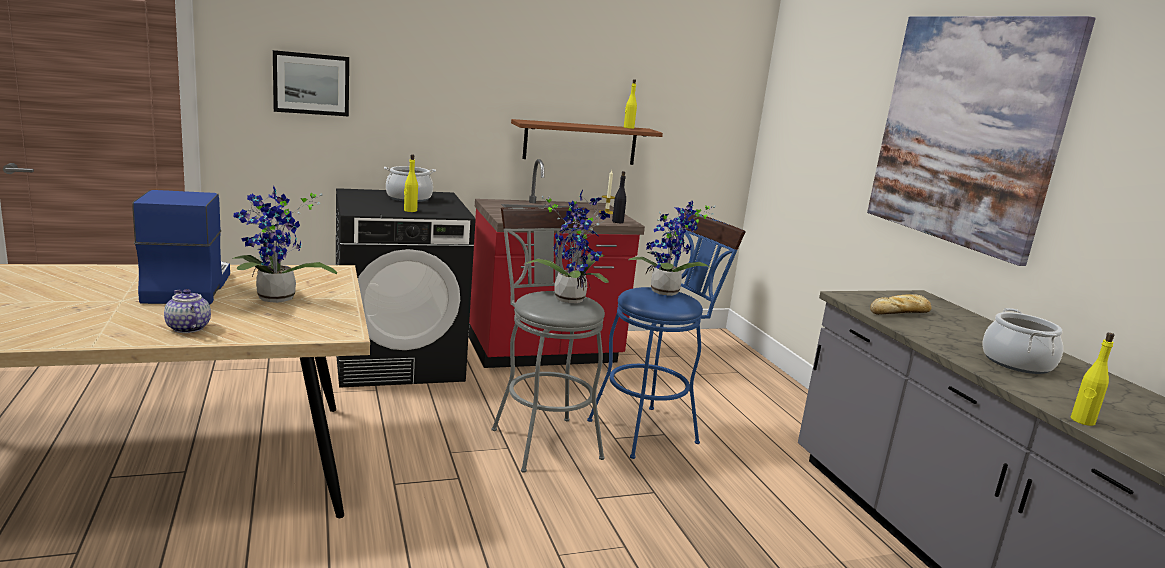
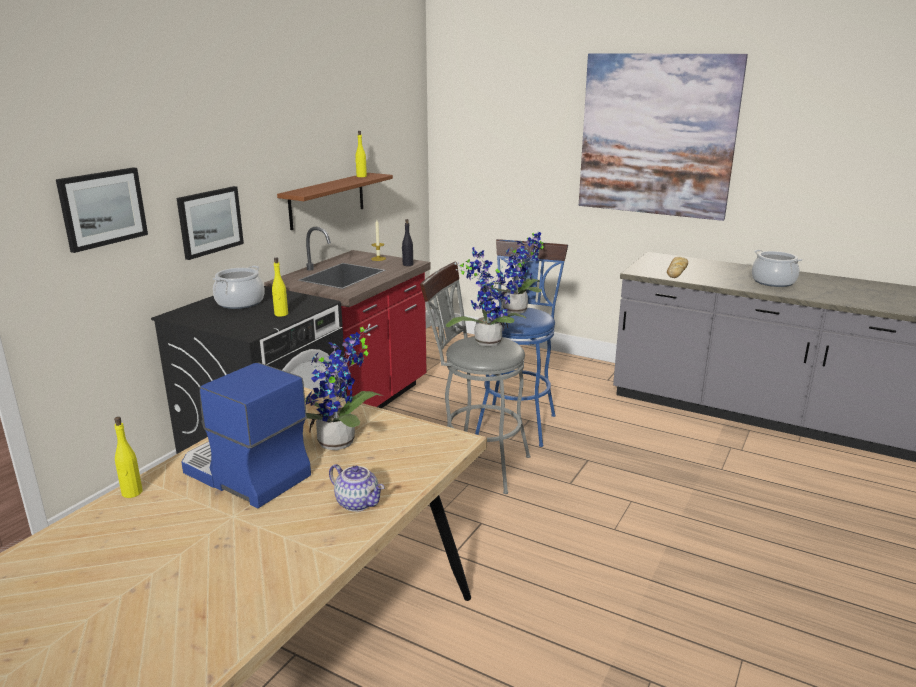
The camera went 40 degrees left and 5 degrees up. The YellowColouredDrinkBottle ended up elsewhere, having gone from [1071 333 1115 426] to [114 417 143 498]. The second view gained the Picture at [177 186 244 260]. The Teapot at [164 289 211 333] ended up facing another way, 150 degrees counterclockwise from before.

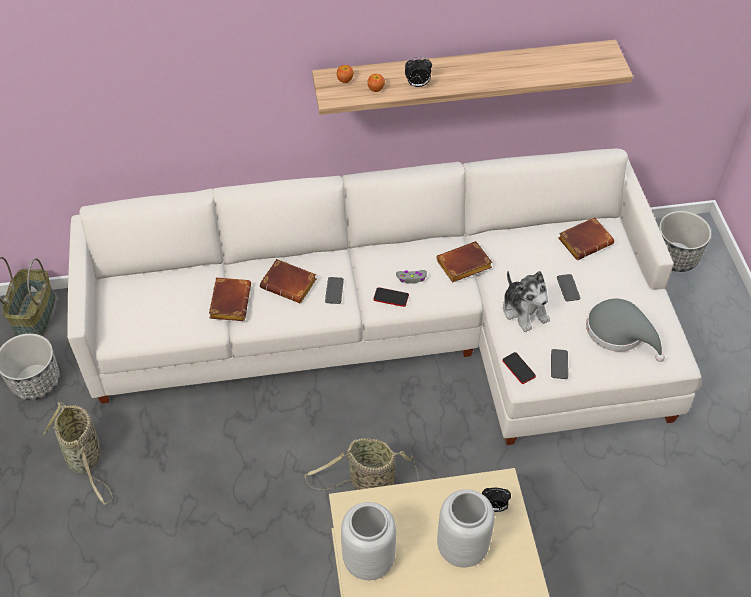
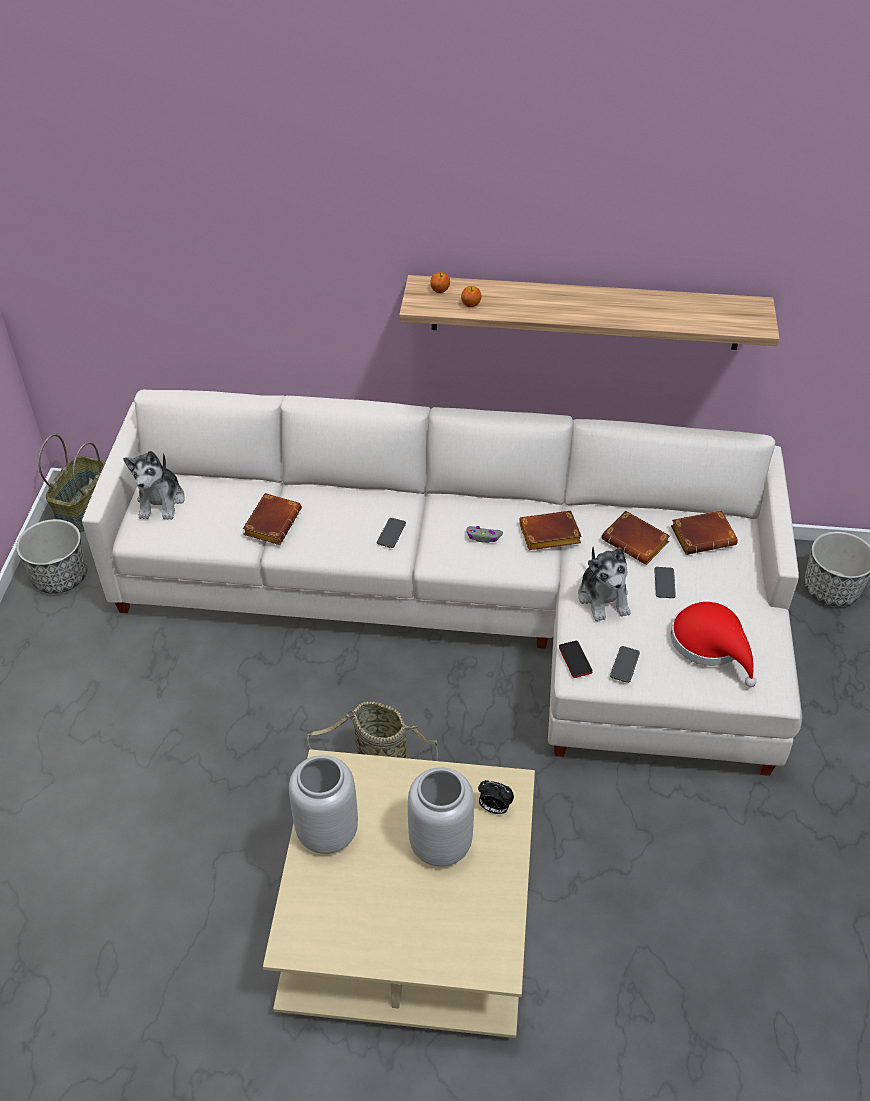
The camera went 15 degrees right and 5 degrees down. The second view gained the CuddlyToy at [123 451 185 520]. The BrownColouredVolume ended up elsewhere, having gone from [260 259 316 303] to [601 511 670 565]. What was the GrayWearableHat at [586 299 665 362] turned into the RedColouredWearableHat at [671 602 757 687]. The second view lost the StorageBasket at [43 402 113 505]. The second view lost the Phone at [373 287 409 307]. The second view lost the TableClock at [405 57 432 87].

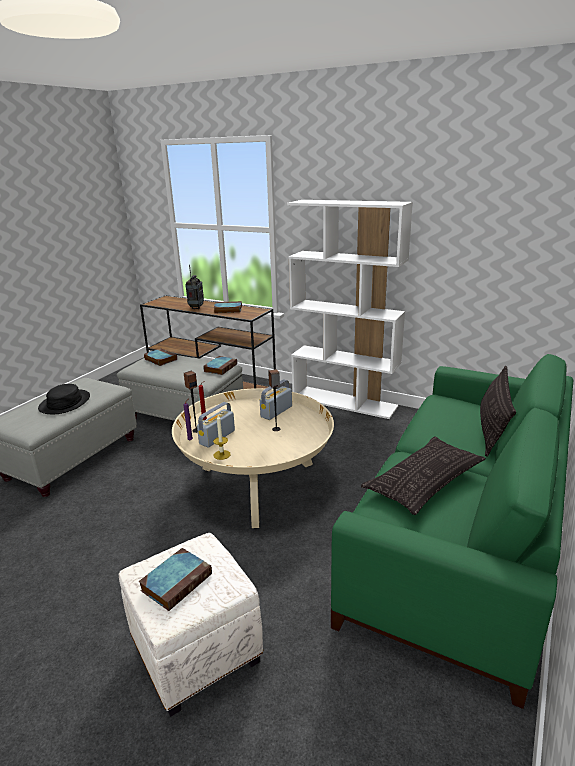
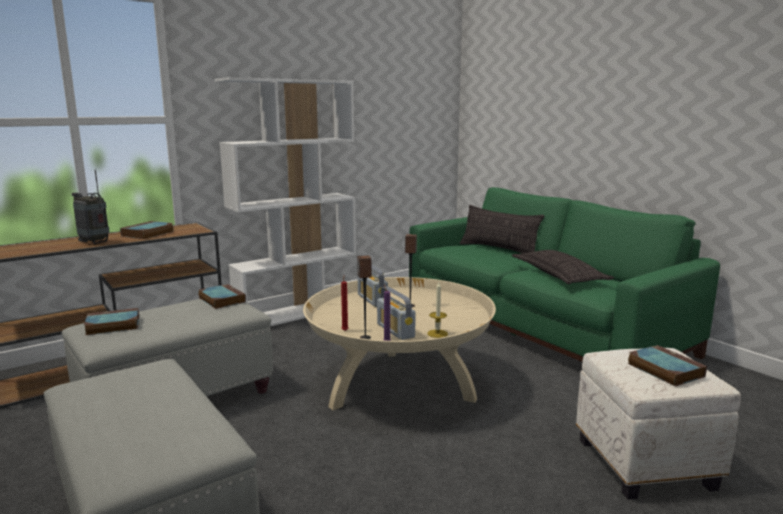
The camera went 65 degrees left and 10 degrees down. The second view lost the BlackishWearableHat at [38 384 90 414].

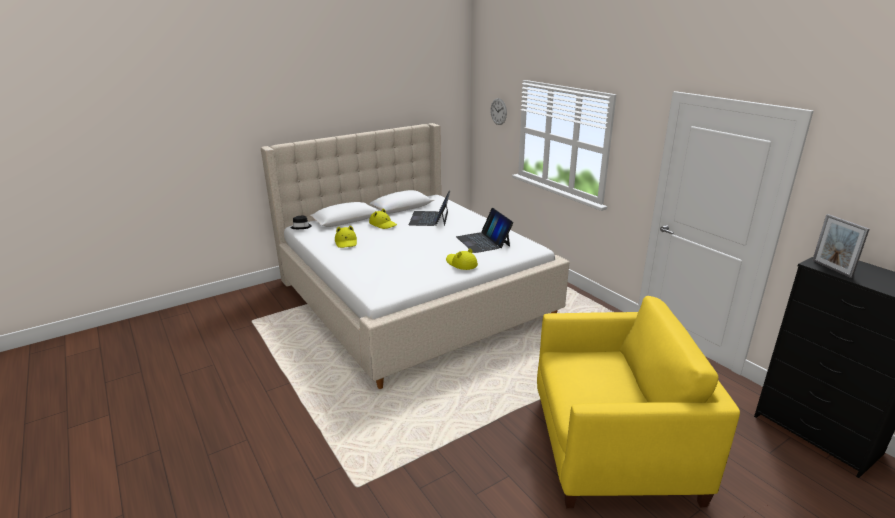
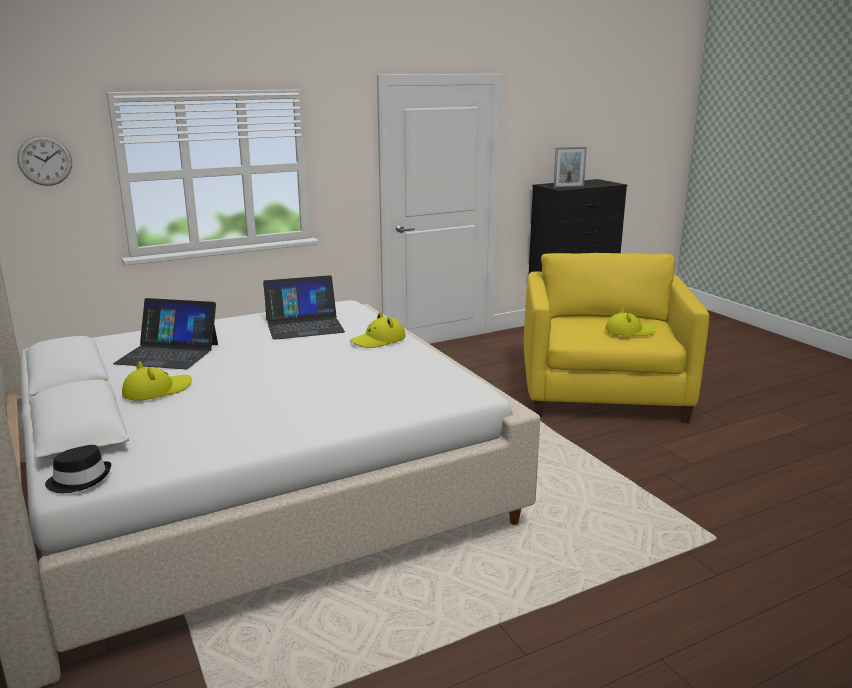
The camera went 85 degrees left and 5 degrees down. The YellowColouredWearableHat ended up elsewhere, having gone from [335 226 357 248] to [605 308 656 336].

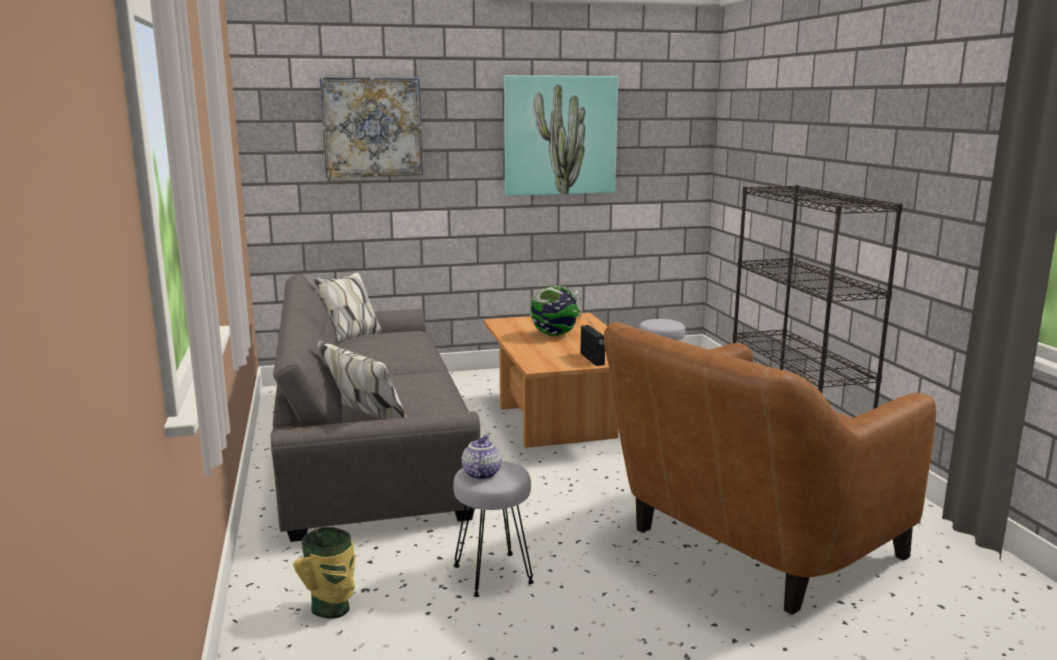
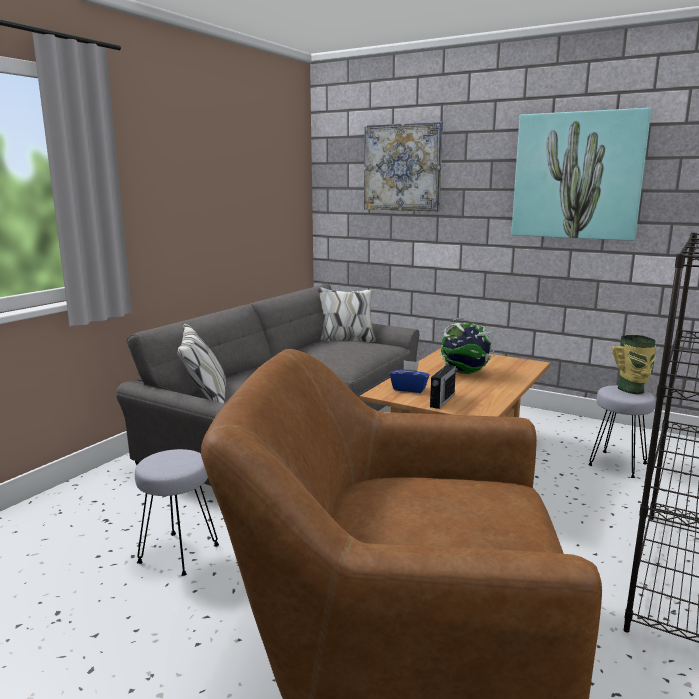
The camera went 45 degrees right and 0 degrees up. The second view gained the BlueBoxOfTissues at [390 360 430 393]. The DecorativeVase ended up elsewhere, having gone from [293 527 356 619] to [612 335 656 394]. The second view lost the Teapot at [461 435 501 480].

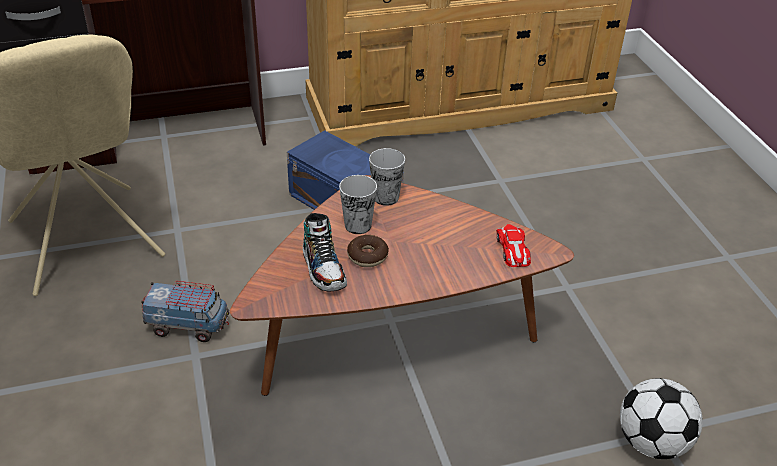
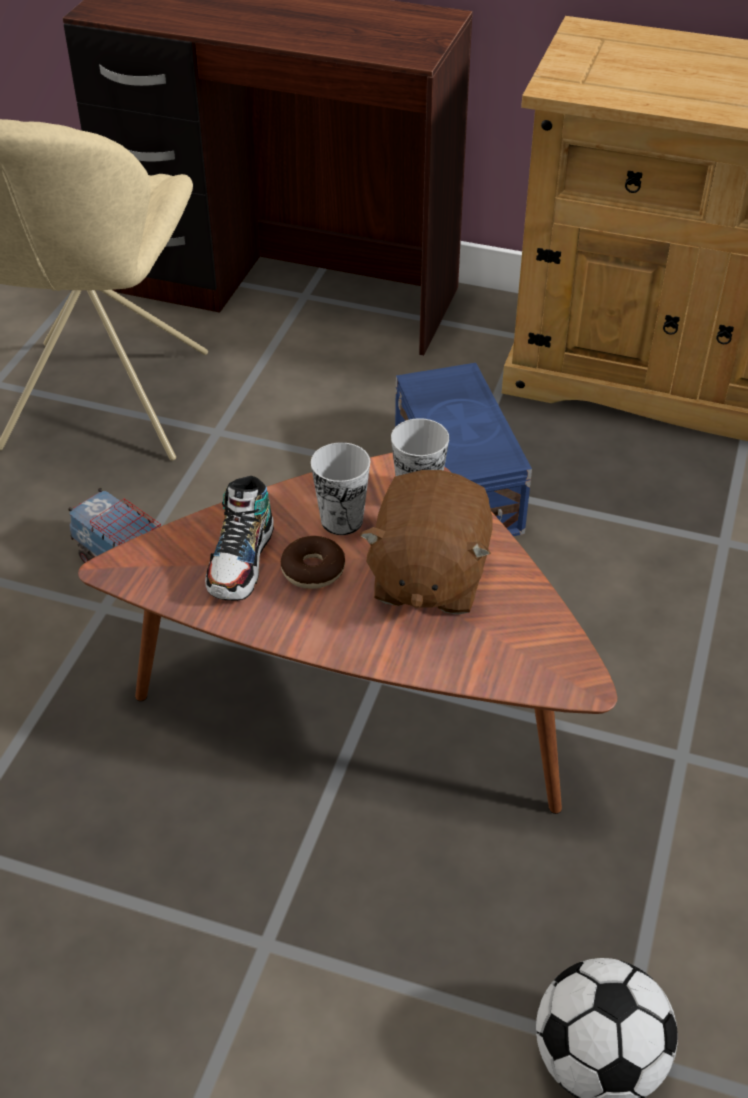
The camera went 35 degrees right and 5 degrees up. The second view gained the BrownColouredCuddlyToy at [360 470 493 615]. The second view lost the ModelCar at [496 224 531 267].

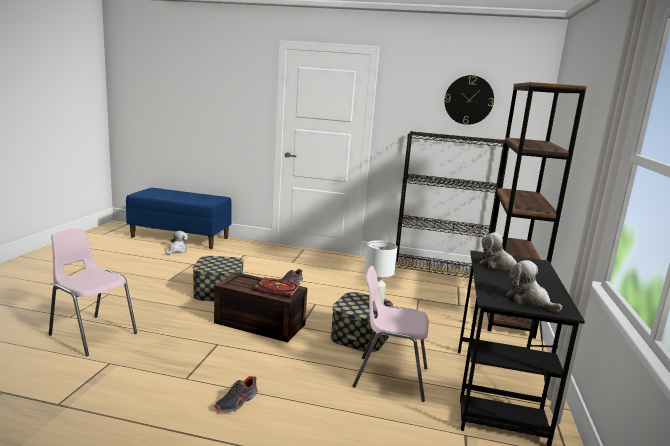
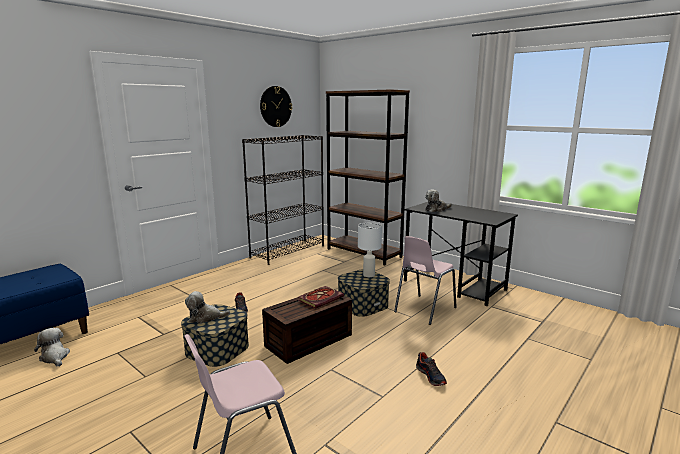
The camera went 60 degrees left and 0 degrees up. The CuddlyToy ended up elsewhere, having gone from [506 260 562 312] to [185 291 230 324].

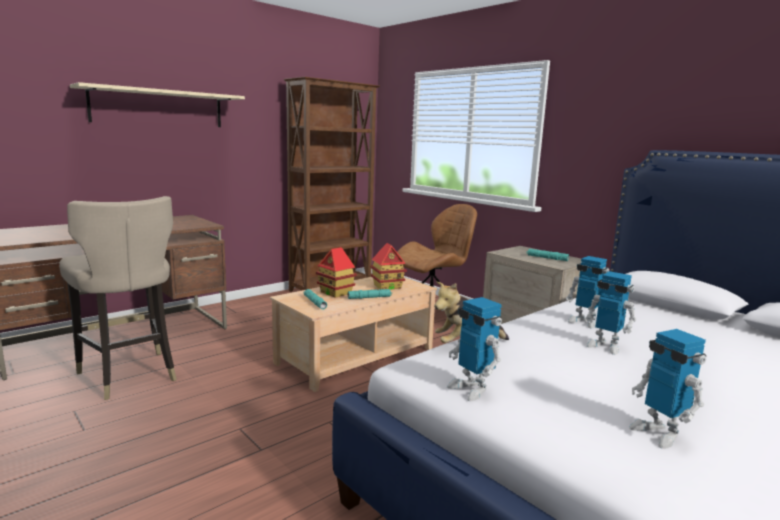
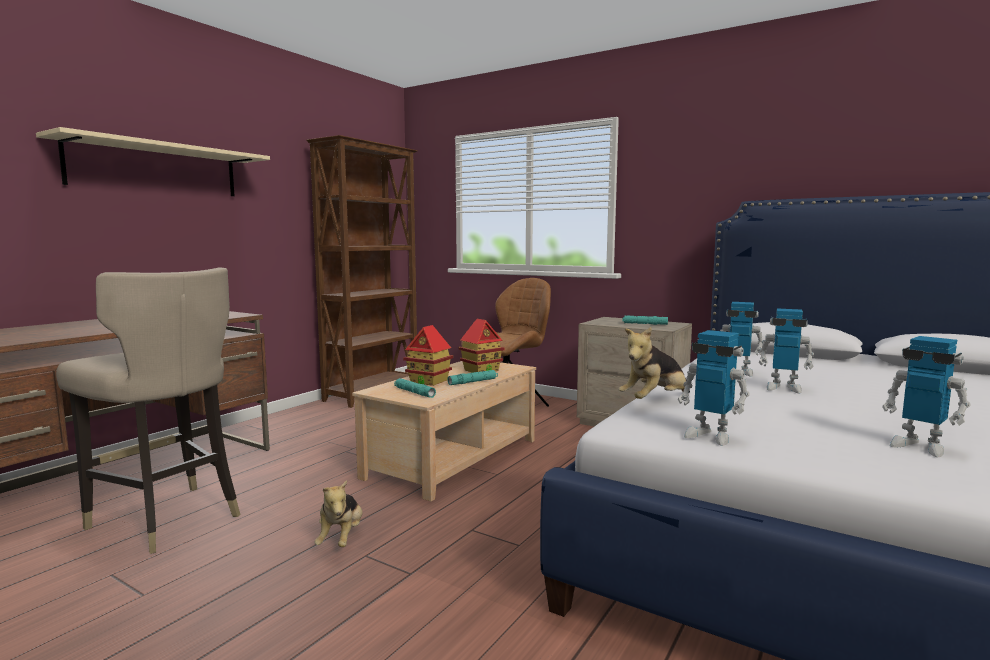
The camera went 15 degrees left and 5 degrees down. The second view gained the CuddlyToy at [314 480 362 547].

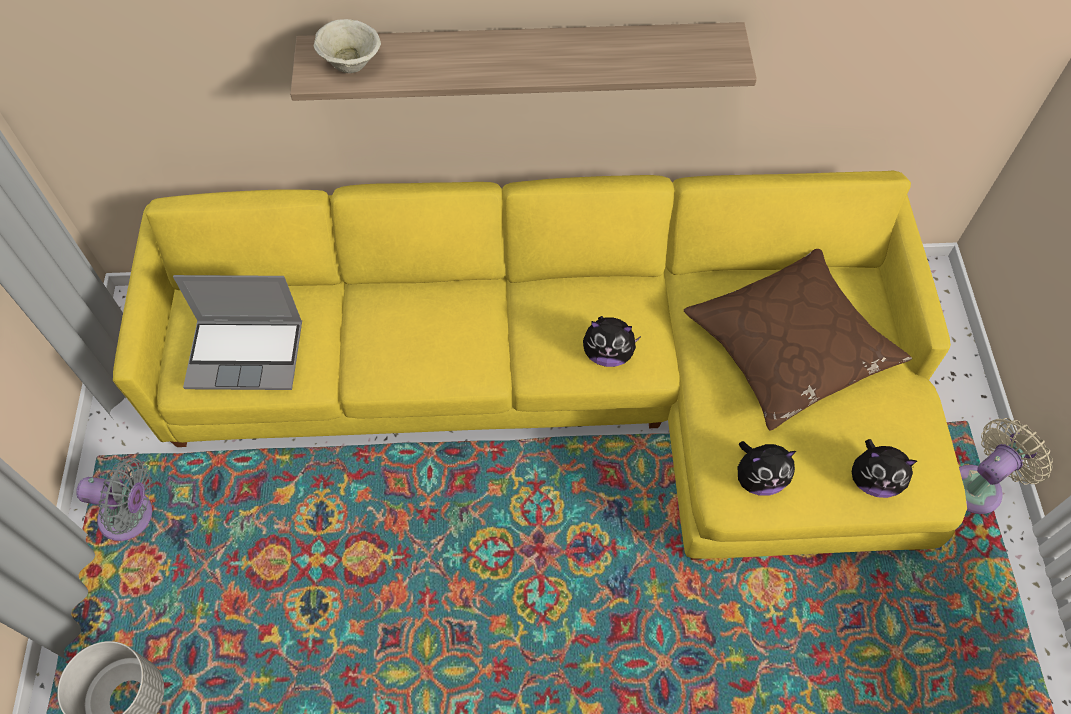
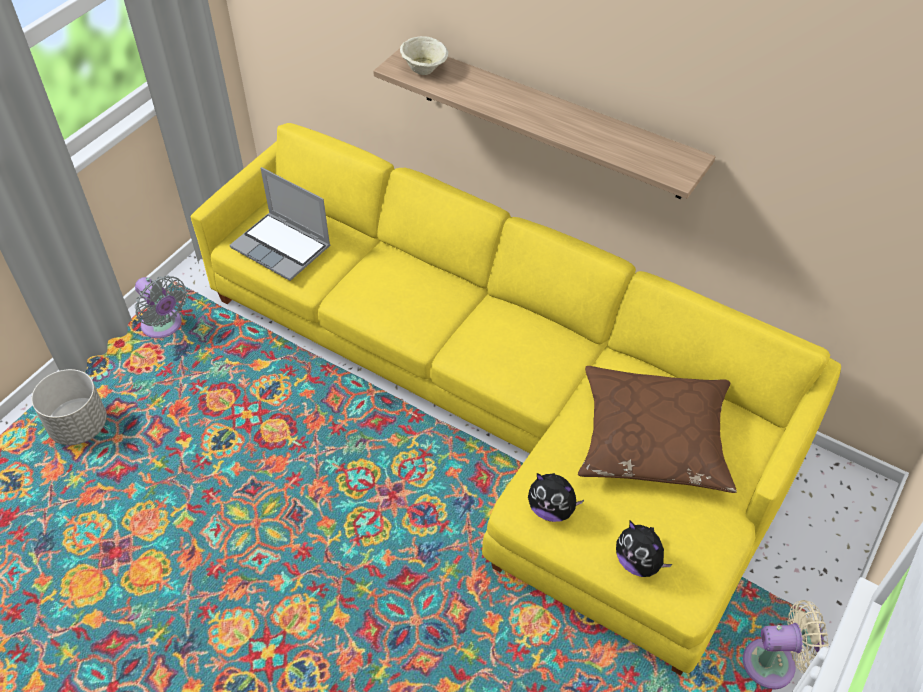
The camera went 35 degrees right and 10 degrees down. The second view lost the CuddlyToy at [583 316 641 367].

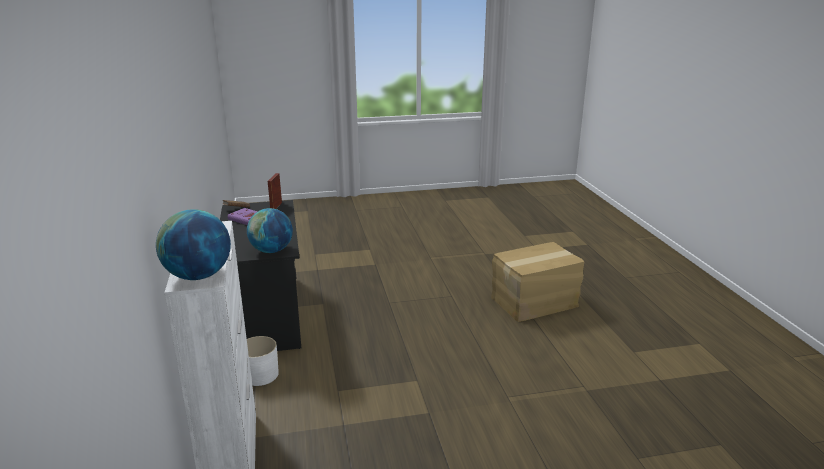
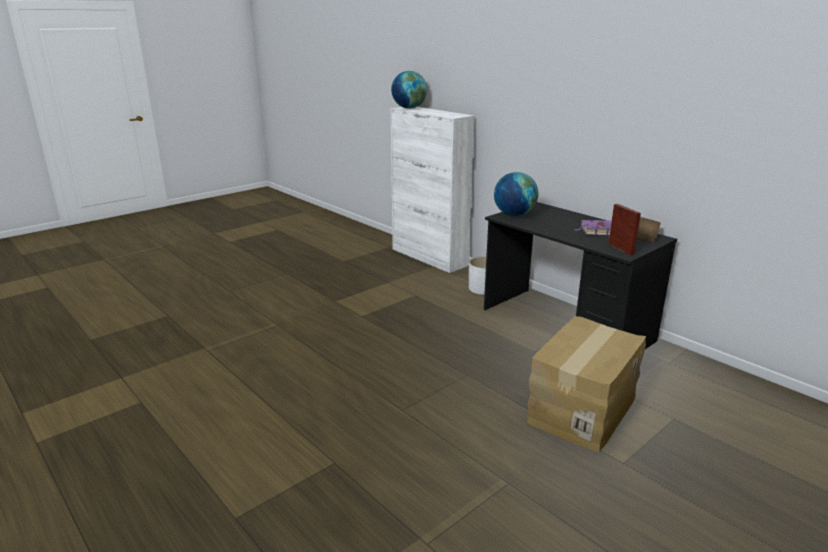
The camera went 150 degrees right and 0 degrees up. The PackingBox ended up elsewhere, having gone from [491 242 585 322] to [526 316 646 452].

